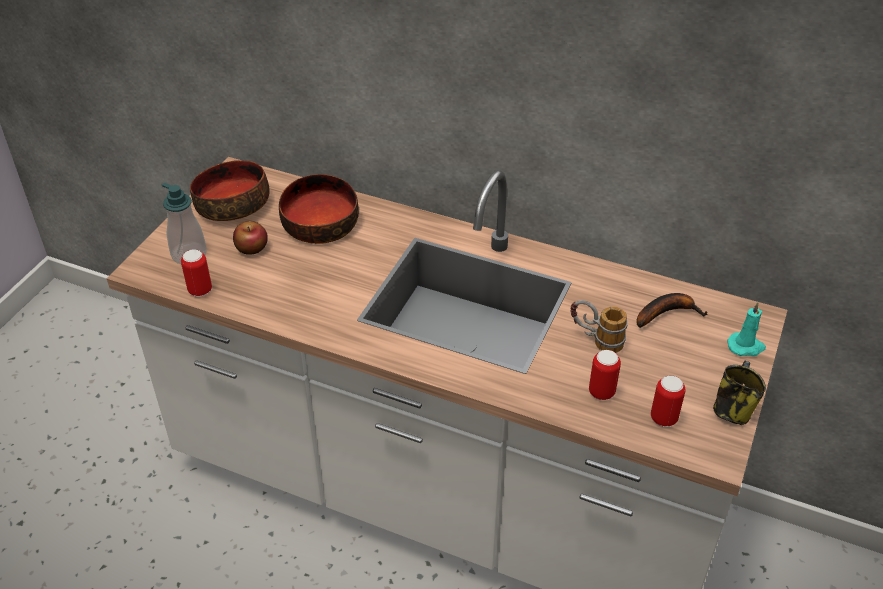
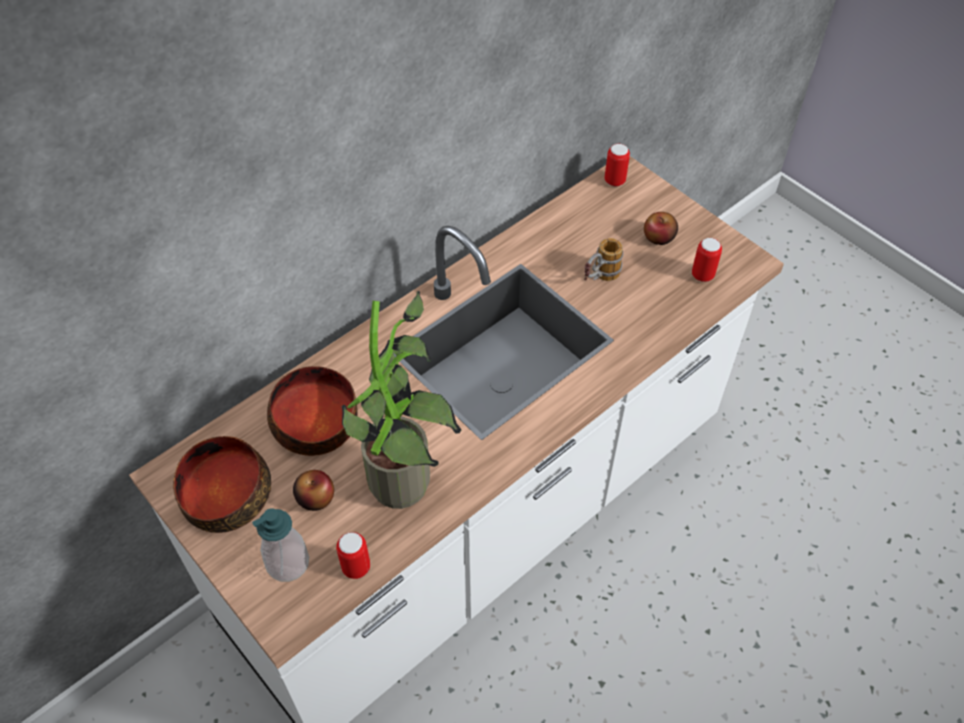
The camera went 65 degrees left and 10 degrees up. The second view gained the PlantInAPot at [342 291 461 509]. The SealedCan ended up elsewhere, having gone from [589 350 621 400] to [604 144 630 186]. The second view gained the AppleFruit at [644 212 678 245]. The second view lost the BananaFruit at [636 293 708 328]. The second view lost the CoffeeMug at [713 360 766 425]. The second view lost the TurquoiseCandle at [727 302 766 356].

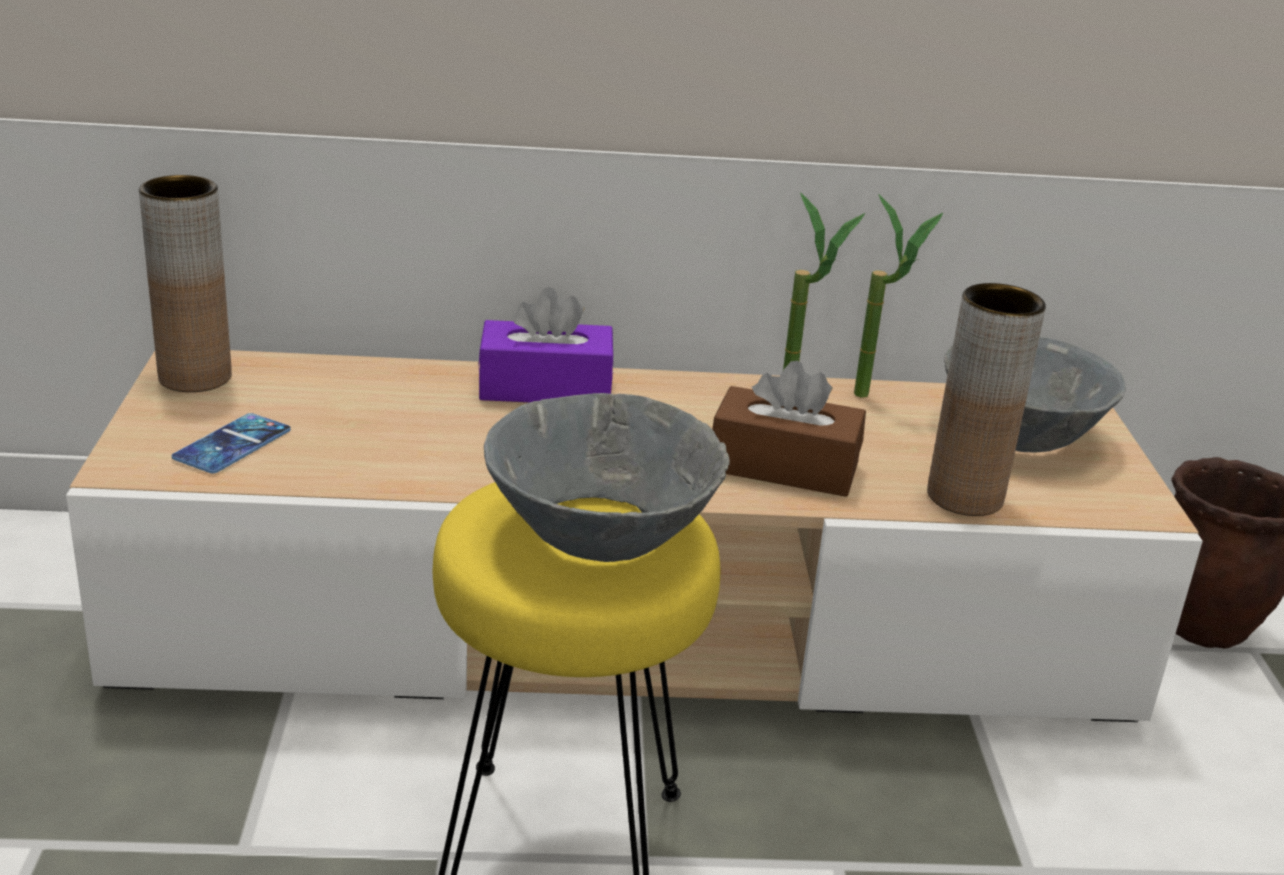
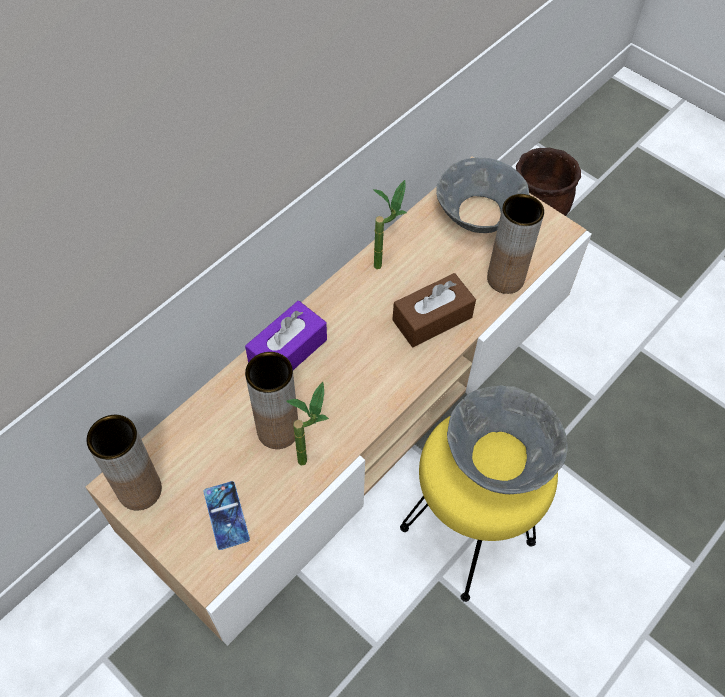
The camera went 45 degrees left and 30 degrees up. The second view gained the BrownColouredDecorativeVase at [245 352 298 449]. The PlantInAPot ended up elsewhere, having gone from [854 194 943 398] to [286 382 329 466].

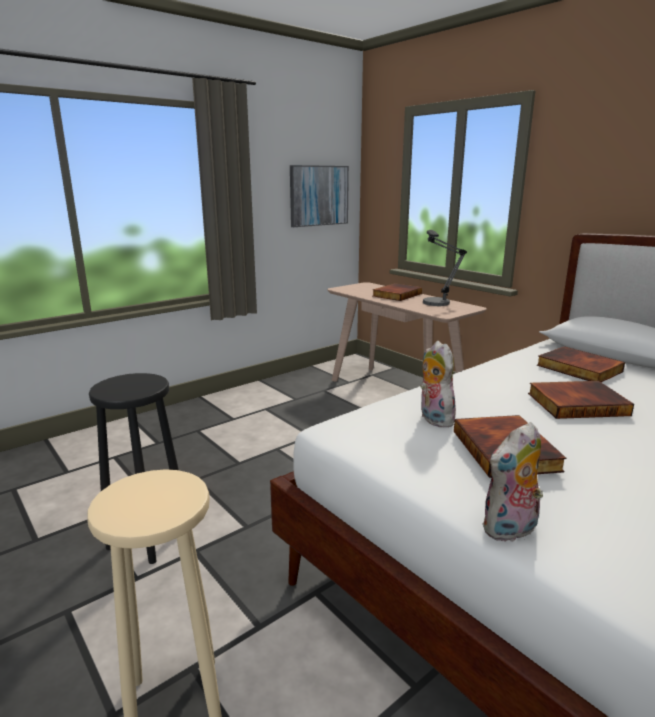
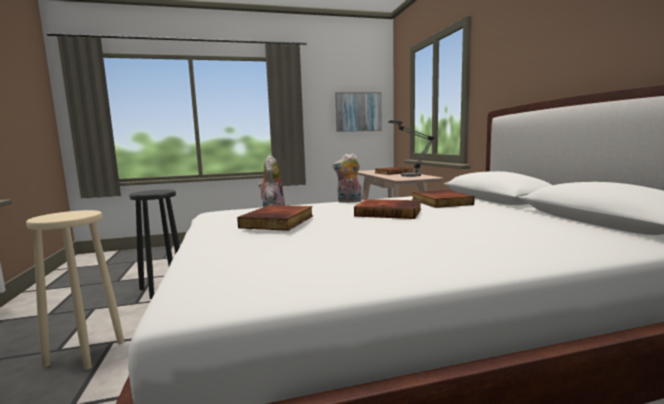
The camera went 25 degrees right and 10 degrees down. The CuddlyToy ended up elsewhere, having gone from [482 422 543 542] to [333 153 362 203].

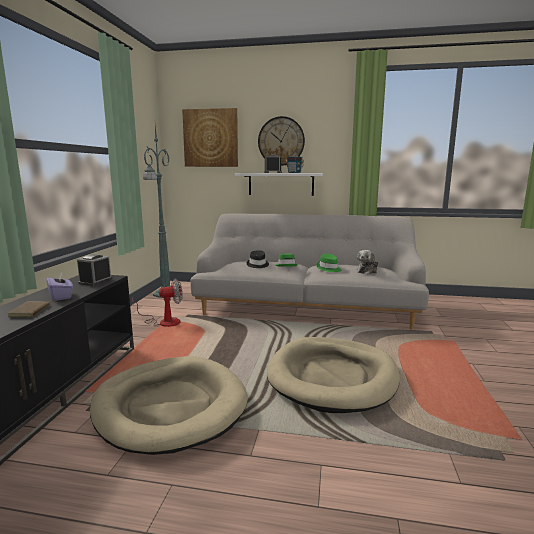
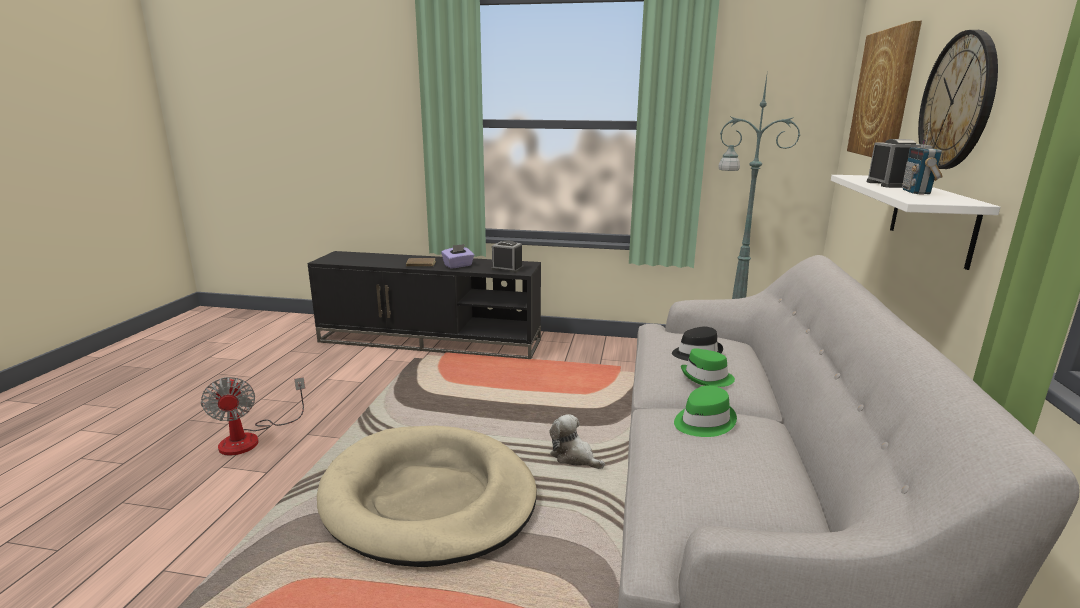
The camera went 90 degrees right and 5 degrees up. The ElectricFan ended up elsewhere, having gone from [132 279 183 327] to [201 377 305 456]. The CuddlyToy ended up elsewhere, having gone from [357 250 378 275] to [549 414 605 469]. The second view lost the BeigeColouredDogBed at [90 356 248 455].

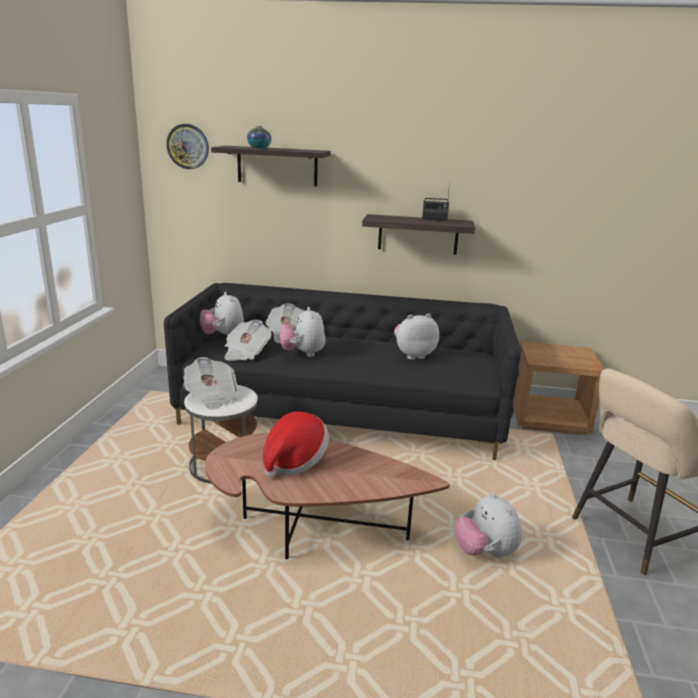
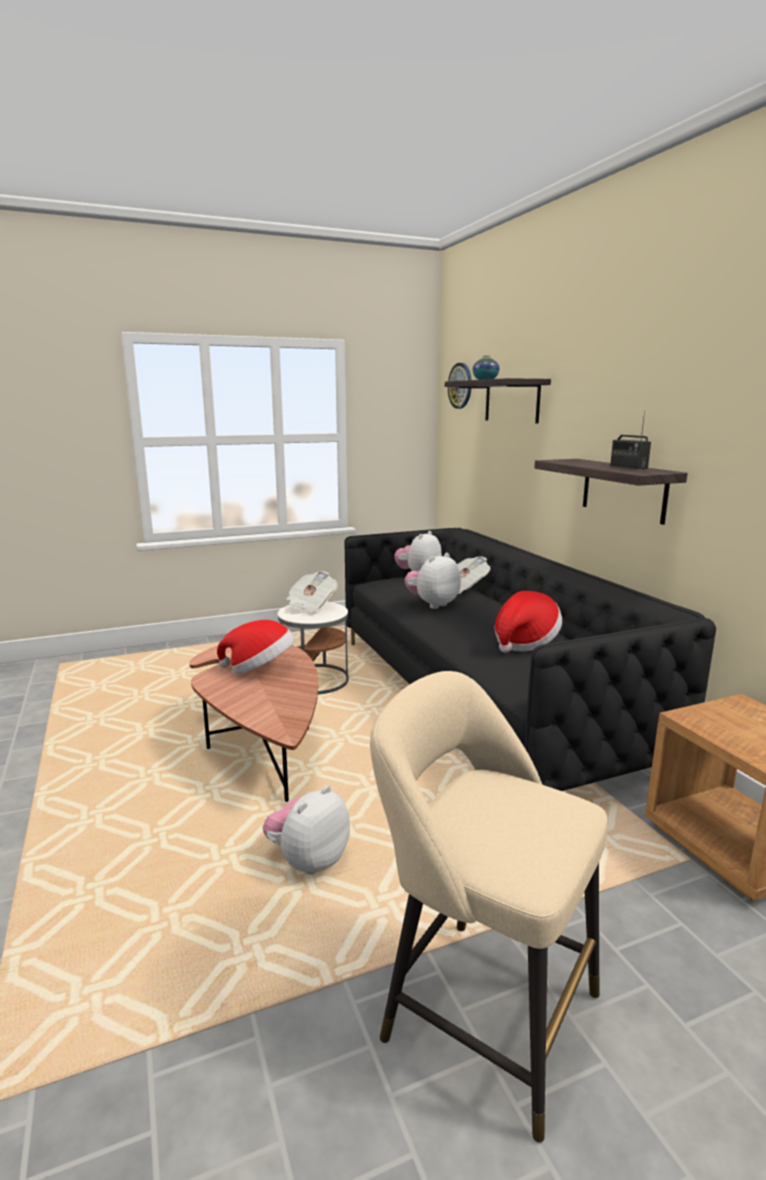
The camera went 60 degrees right and 5 degrees down. Where the CuddlyToy stood at [394 314 439 360], the WearableHat came to stand at [494 591 562 653]. The second view lost the Newspaper at [224 320 271 361].

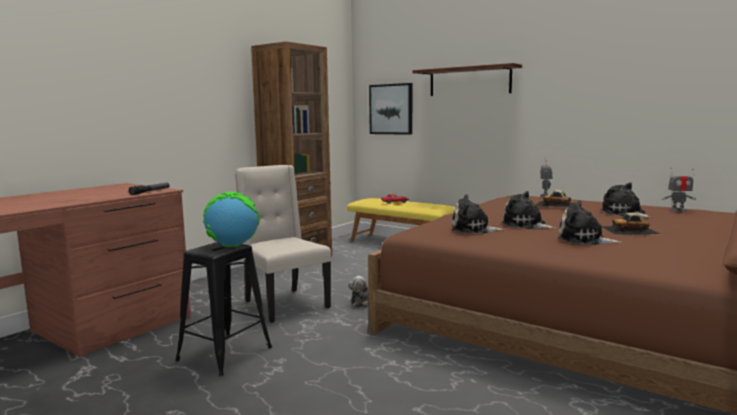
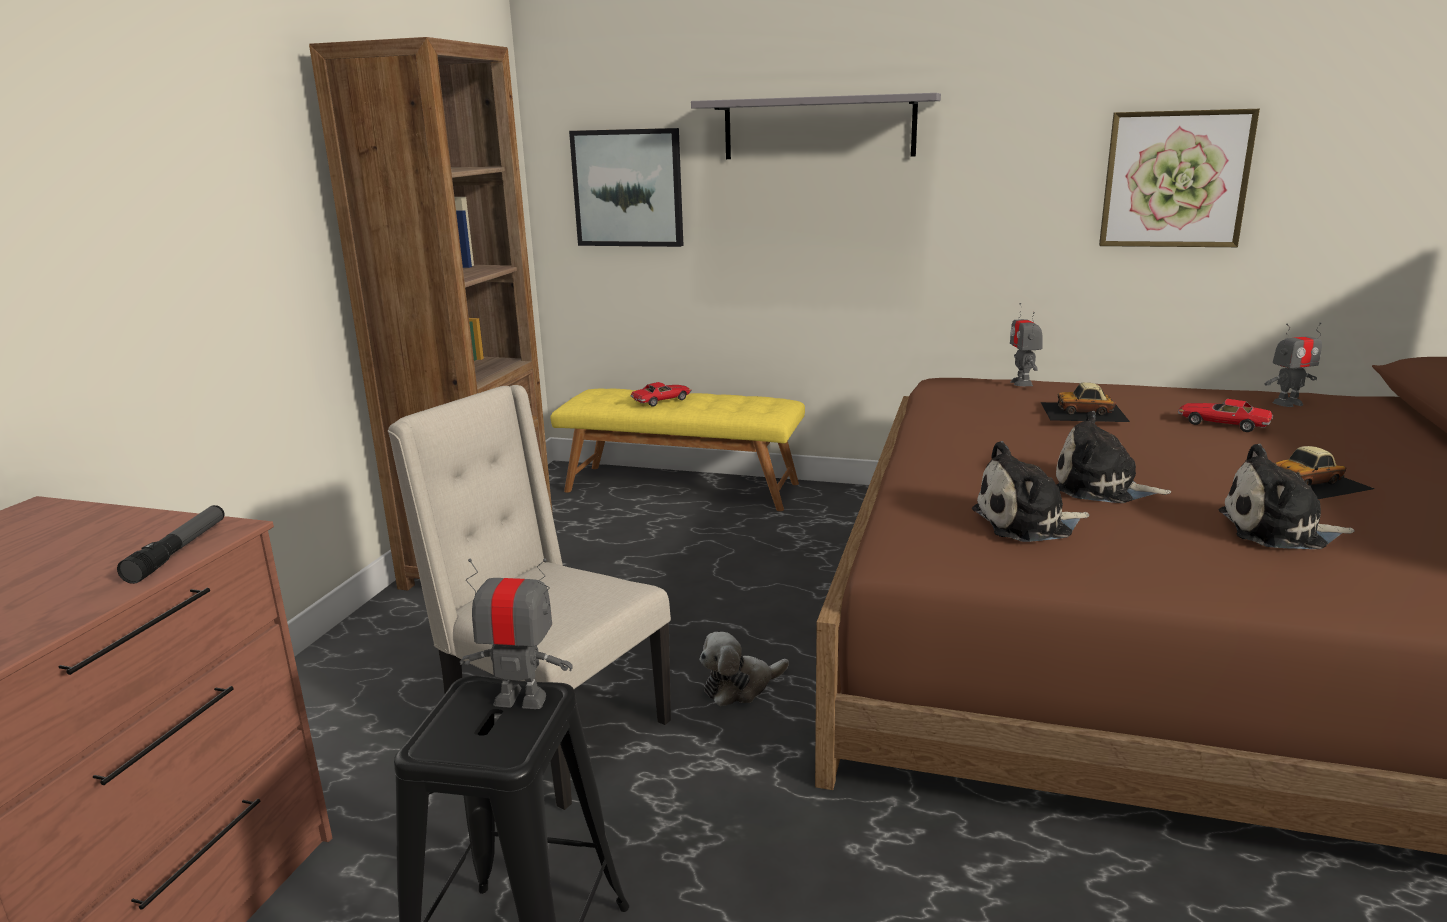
The camera went 20 degrees left and 10 degrees up. Where the DeskGlobe stood at [203 192 259 247], the ToyRobot came to stand at [460 558 573 709]. What was the BrownColouredBracketShelf at [412 63 522 96] turned into the GrayBracketShelf at [691 93 941 159]. The second view gained the Picture at [1099 109 1260 247]. Where the CuddlyToy stood at [600 182 652 218], the ModelCar came to stand at [1178 399 1273 432].

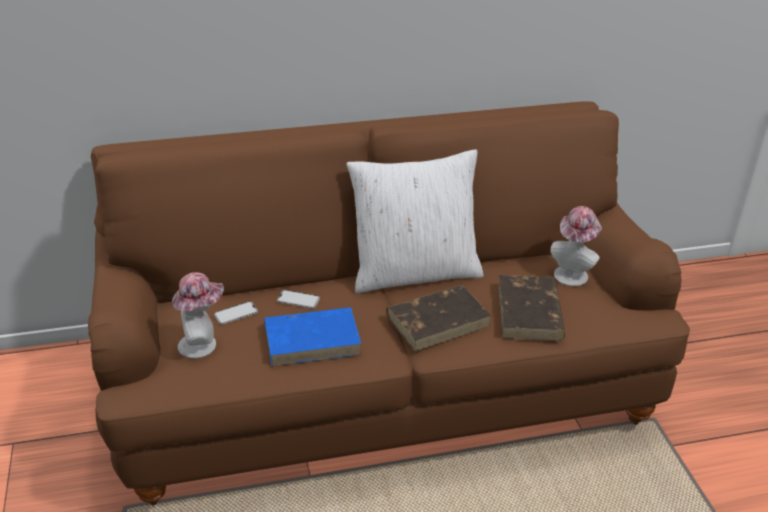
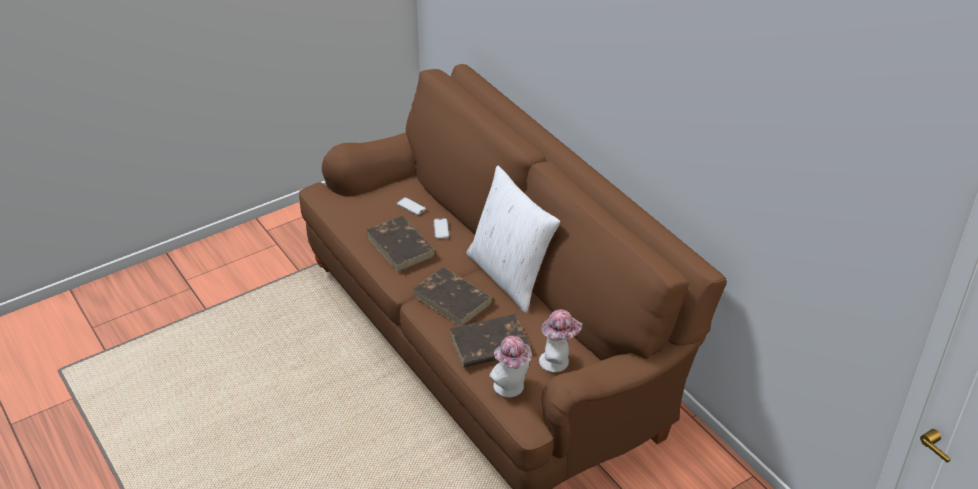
The camera went 70 degrees right and 5 degrees up. What was the BlueVolume at [264 307 362 366] turned into the BrownColouredVolume at [366 216 436 272]. The WearableHat ended up elsewhere, having gone from [172 272 224 359] to [489 336 532 397].

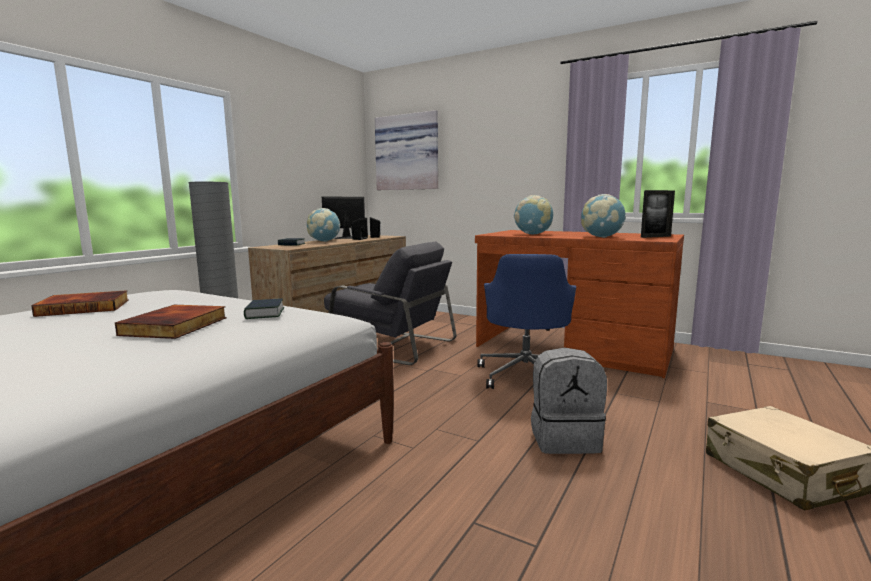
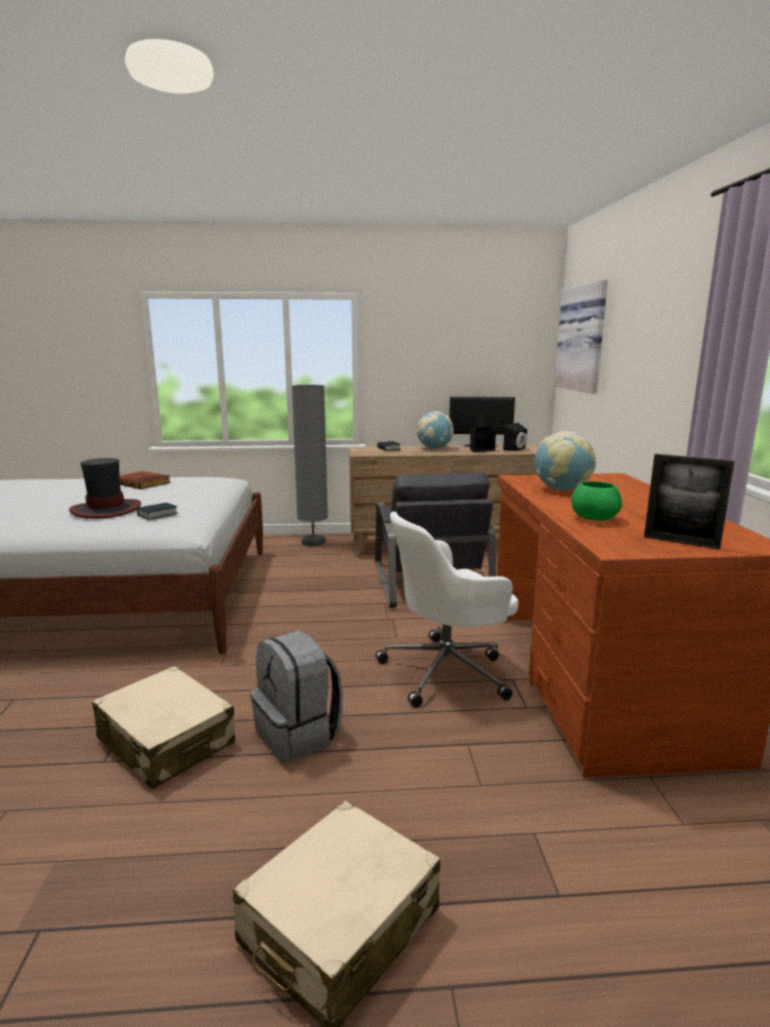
The camera went 55 degrees right and 5 degrees up. Where the Volume stood at [115 305 227 339], the WearableHat came to stand at [69 458 141 519]. The second view gained the BeigeColouredPieceOfLuggage at [92 666 235 789]. What was the BlueDeskChair at [477 254 576 389] turned into the WhitishDeskChair at [375 511 518 708]. Where the DeskGlobe stood at [581 194 626 238], the GreenColouredServingBowl came to stand at [571 481 622 521].

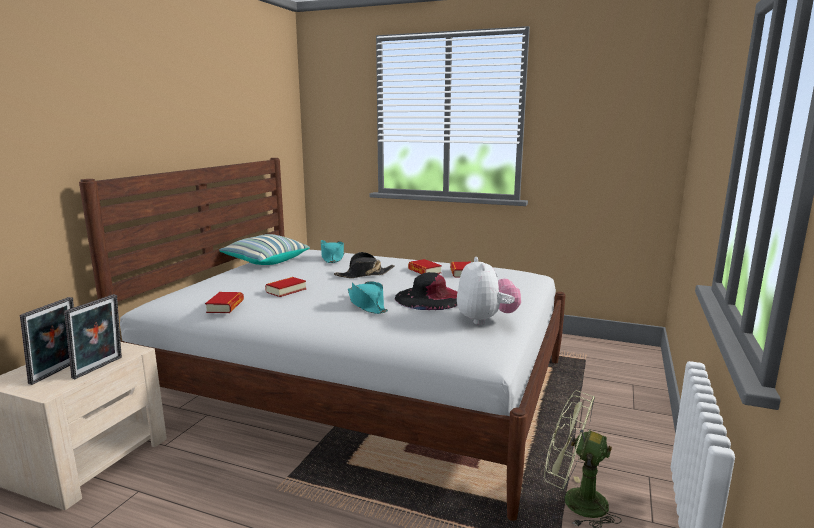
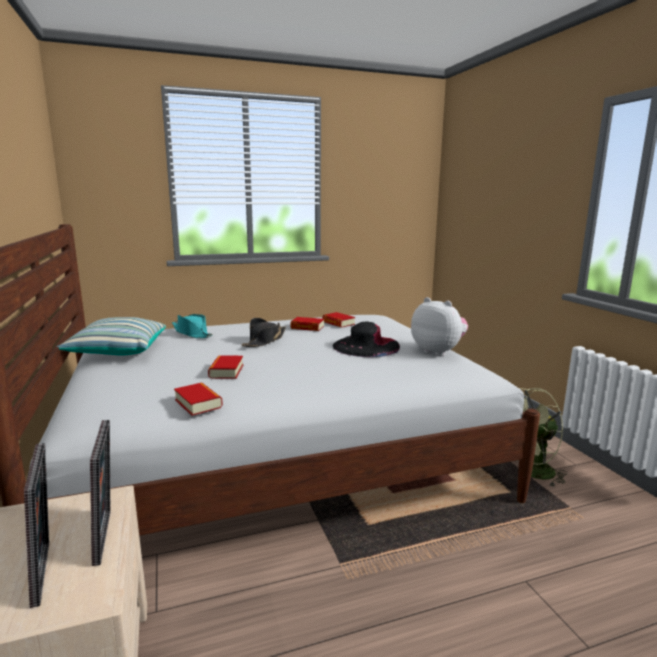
The camera went 40 degrees left and 0 degrees up. The second view lost the TurquoiseWearableHat at [348 281 388 314].

